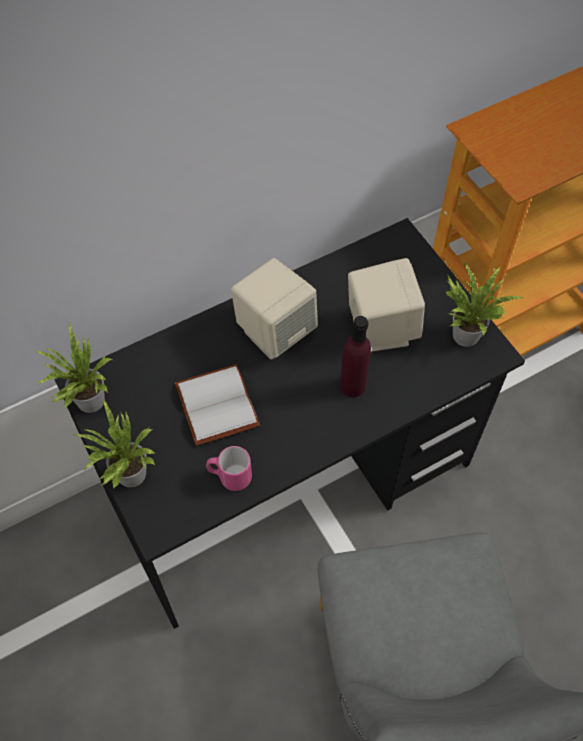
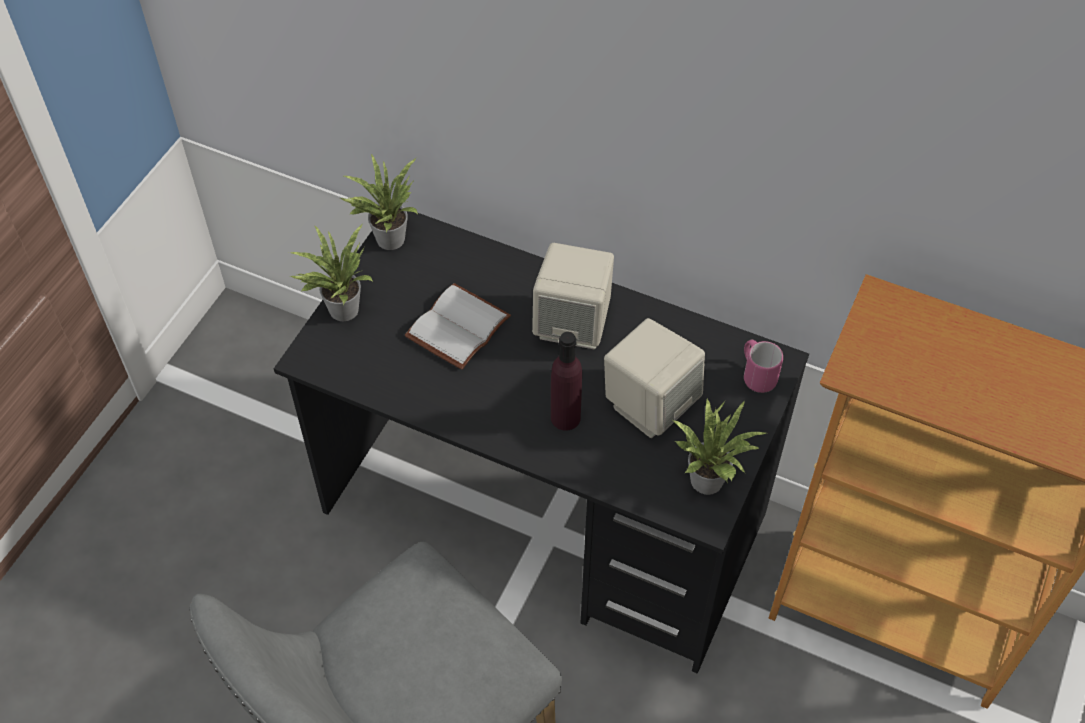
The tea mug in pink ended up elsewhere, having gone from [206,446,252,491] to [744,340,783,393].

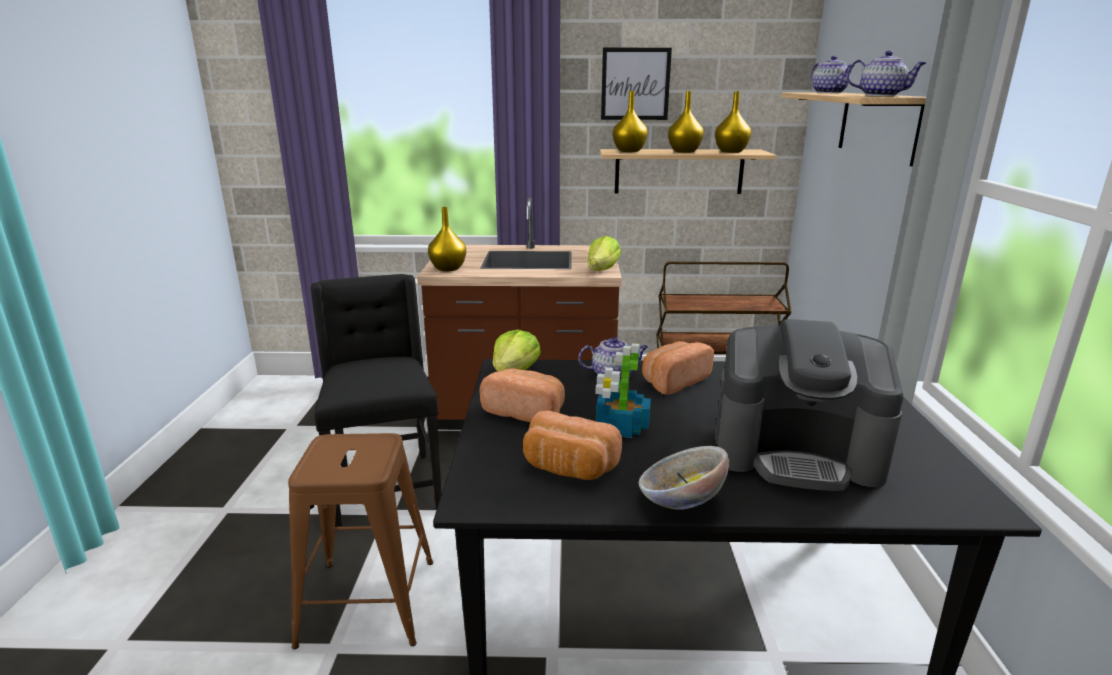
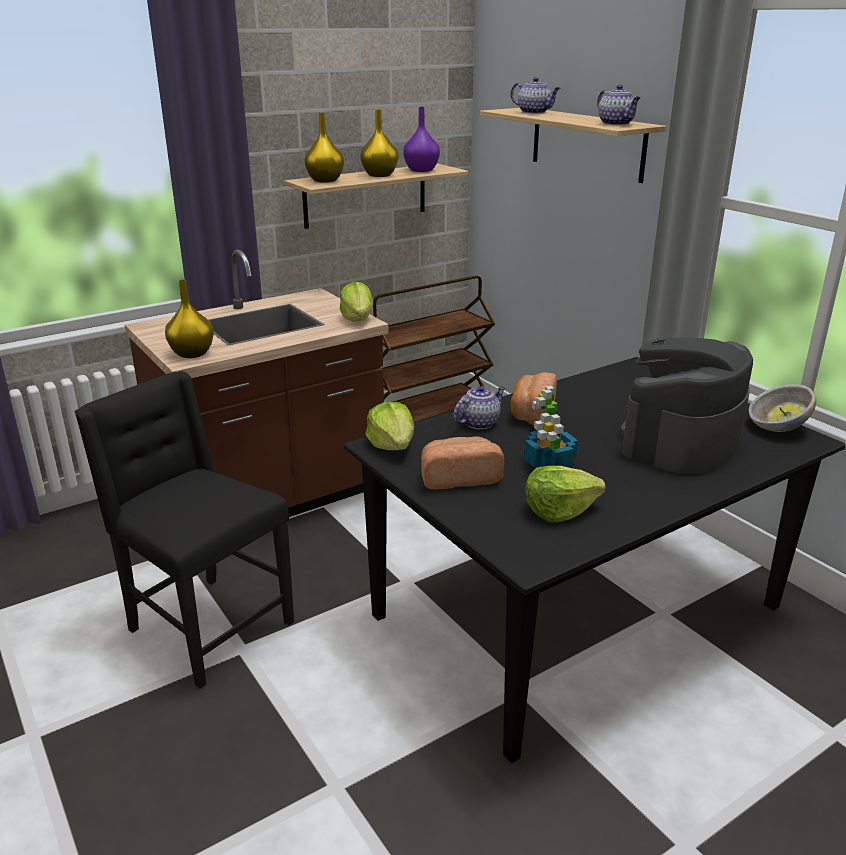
The second view lost the wall picture at [601,48,672,120]. The teapot at [847,51,926,96] ended up facing another way, 75 degrees clockwise from before. What was the vase in yellowish at [715,91,751,153] turned into the vase in purple-coloured at [403,107,440,172]. The coffee machine at [715,319,904,491] ended up facing another way, 150 degrees clockwise from before. Where the bread stood at [523,411,622,480], the head of lettuce came to stand at [525,466,606,522]. The second view lost the stool seat in brown-coloured at [288,433,433,649]. The serving bowl ended up elsewhere, having gone from [639,446,729,510] to [749,384,816,432].

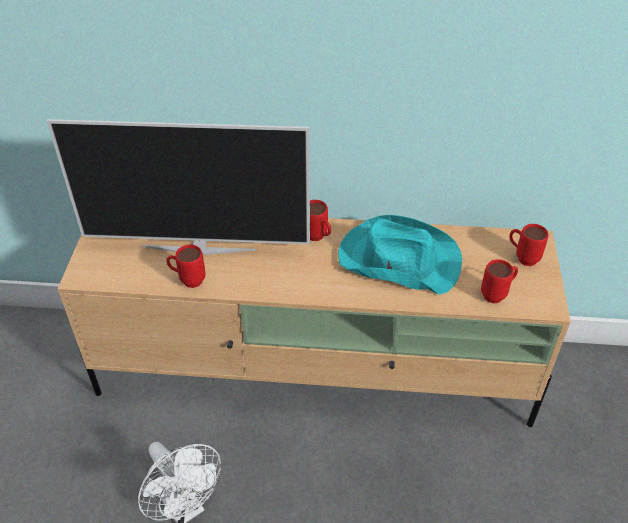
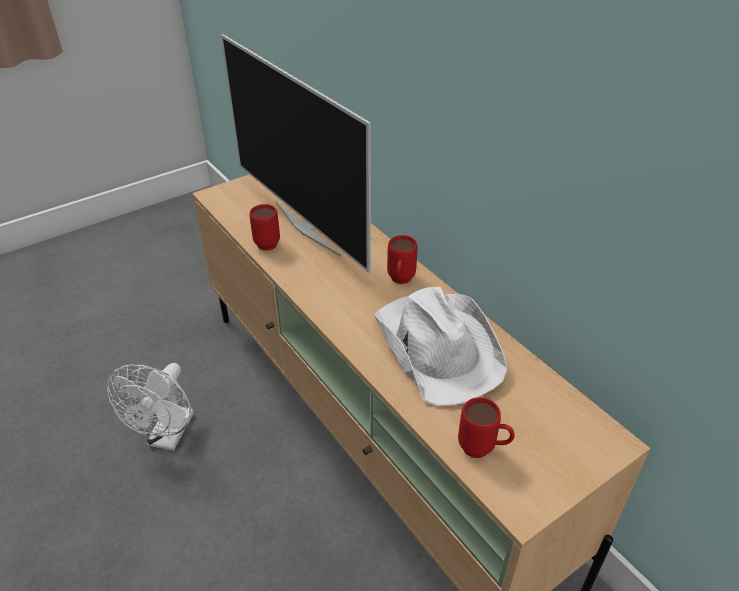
What was the wearable hat in turquoise at [338,215,462,295] turned into the wearable hat in whitish at [374,287,507,406]. The second view lost the tea mug in red-coloured at [509,224,548,266].

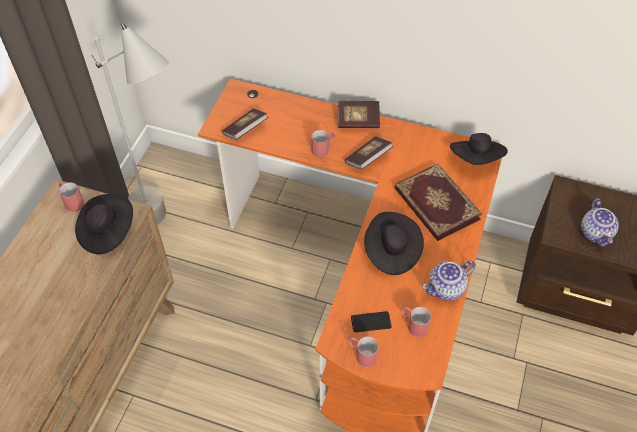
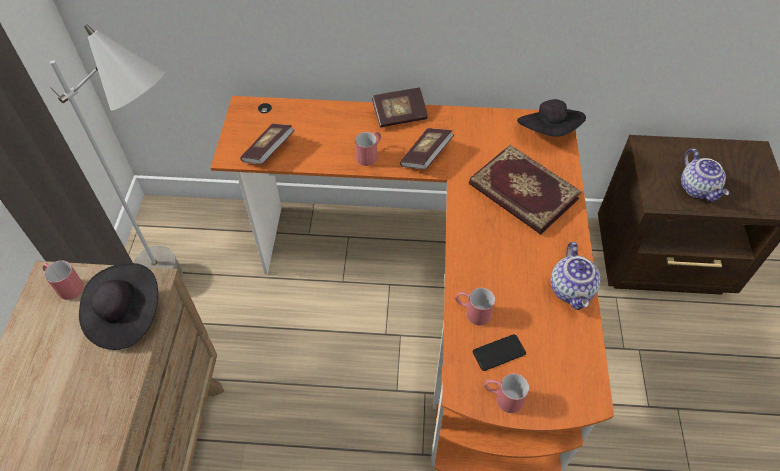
The second view lost the wearable hat in black-coloured at [364,212,424,275]. The teapot at [422,260,476,301] ended up facing another way, 45 degrees counterclockwise from before. The tea mug in red-coloured ended up elsewhere, having gone from [401,307,431,337] to [455,288,495,326].

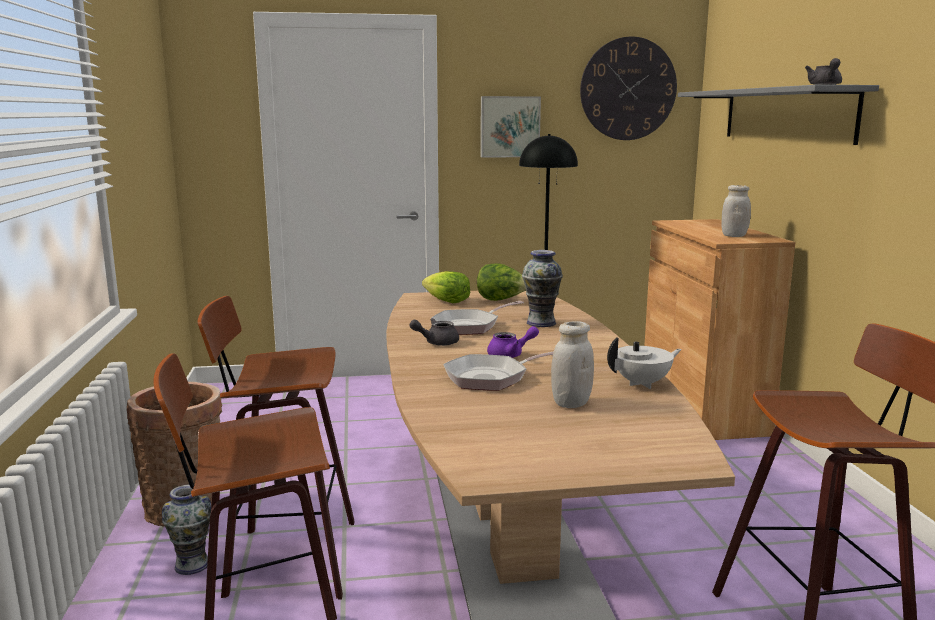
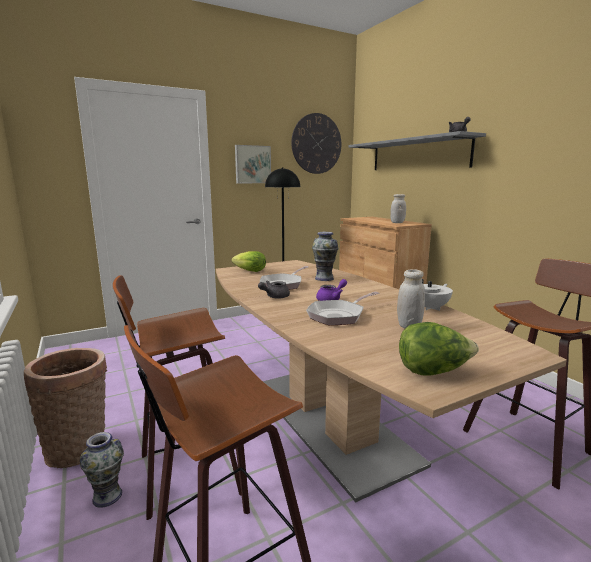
The head of lettuce ended up elsewhere, having gone from [477,263,526,301] to [399,322,479,376].

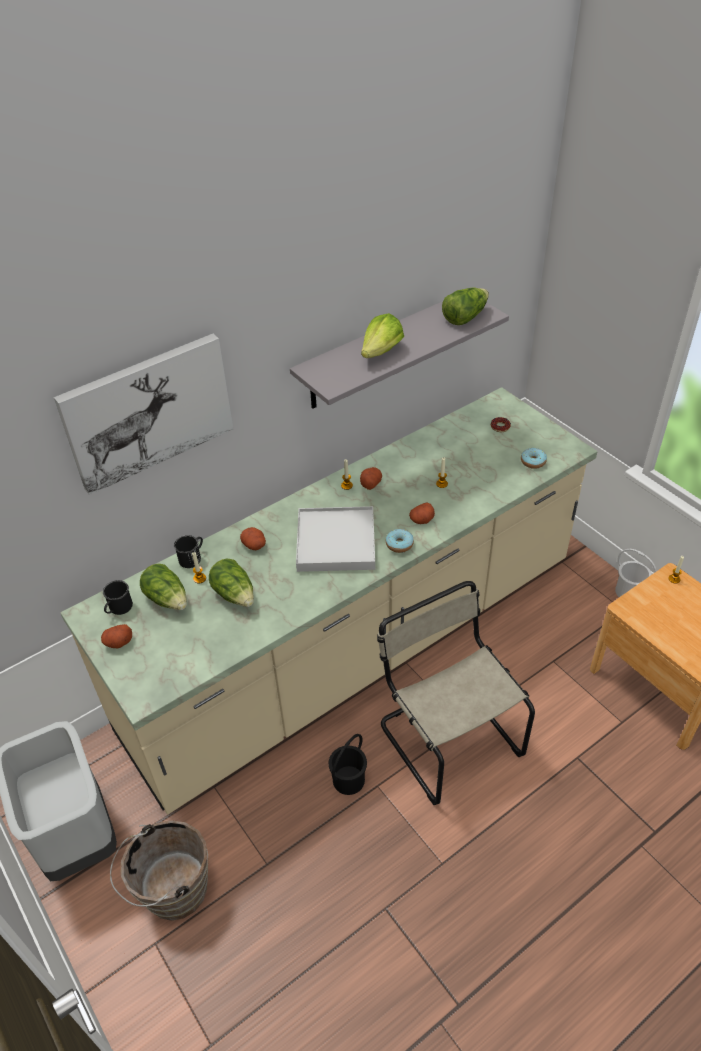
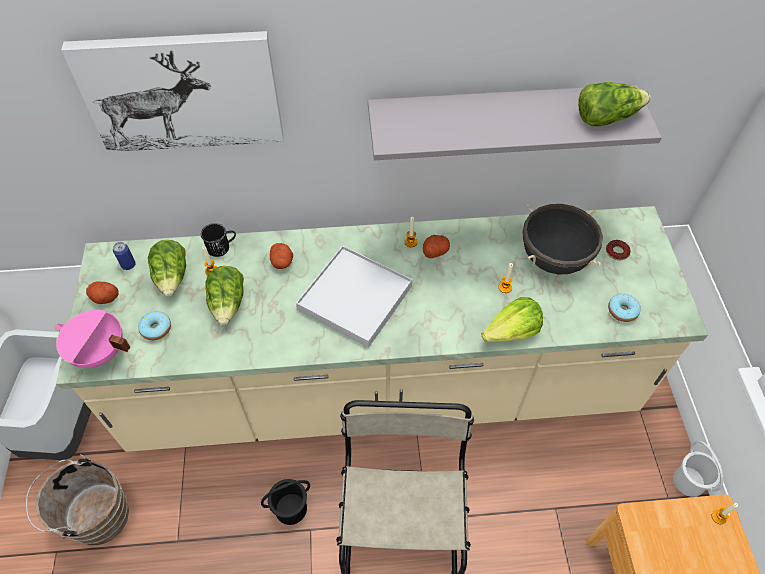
The head of lettuce ended up elsewhere, having gone from [361,313,404,358] to [481,297,543,342]. The second view lost the whole potato at [409,502,435,524]. The doughnut ended up elsewhere, having gone from [386,529,414,553] to [138,311,171,340]. Where the tea mug in black-coloured stood at [103,580,133,615], the sealed can came to stand at [113,242,136,270]. The second view gained the stockpot in black-coloured at [522,204,603,275]. The second view gained the stockpot in pink at [54,310,131,368].

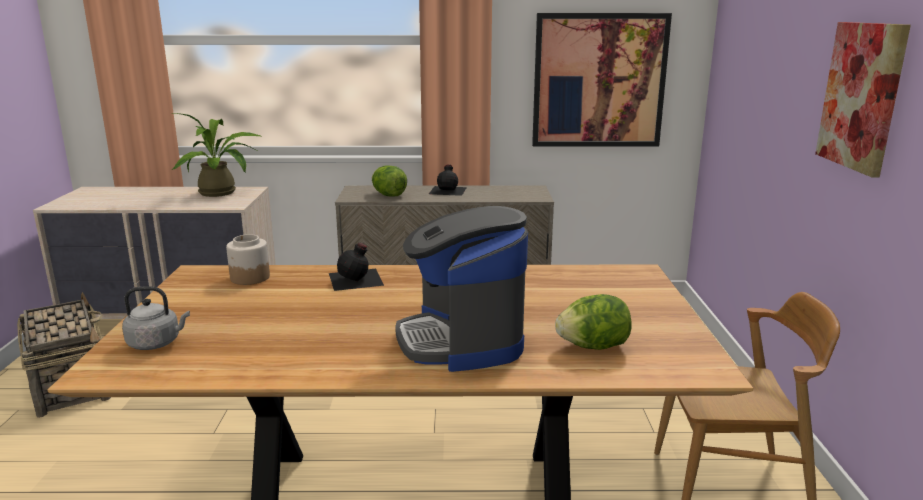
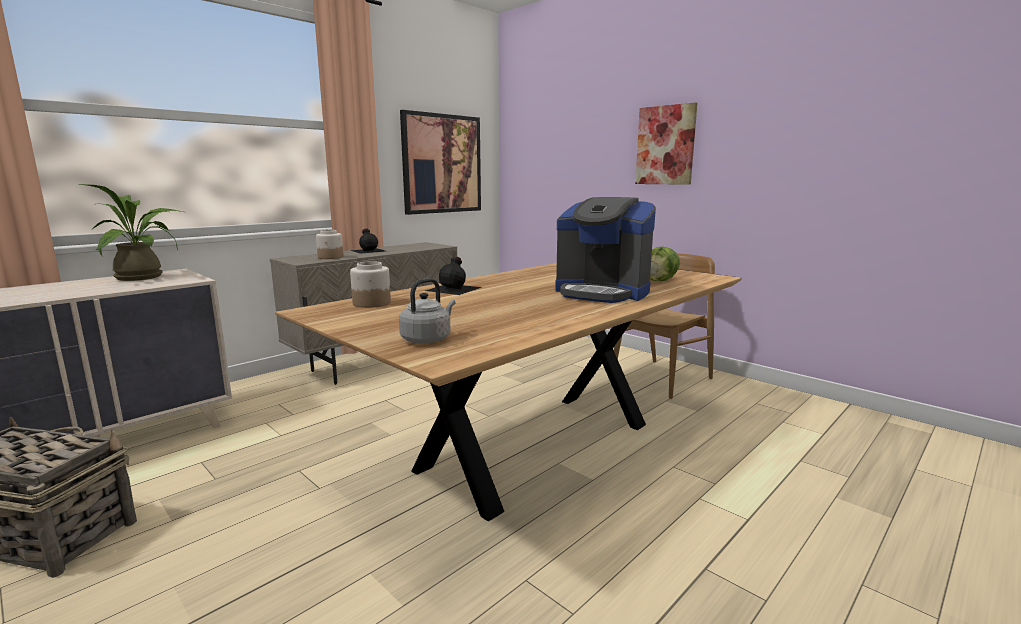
Where the head of lettuce stood at [372,165,407,196], the jar came to stand at [316,230,343,259].

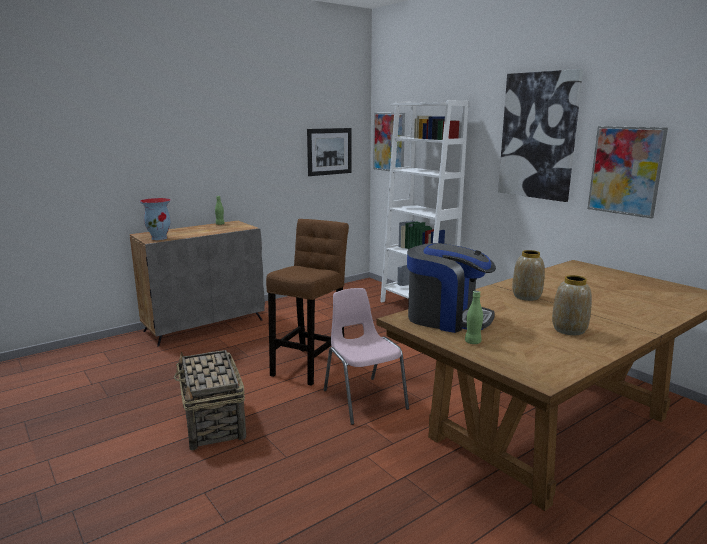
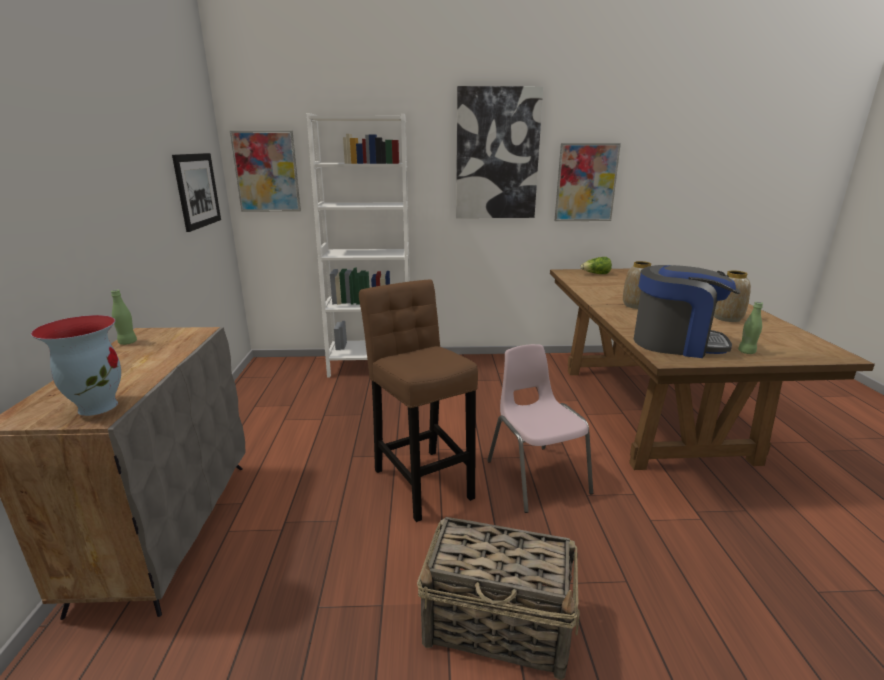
The coffee machine at [407,243,496,333] ended up facing another way, 45 degrees clockwise from before. The plain chair in pink at [324,288,409,425] ended up facing another way, 60 degrees clockwise from before. The second view gained the head of lettuce at [580,257,612,274].

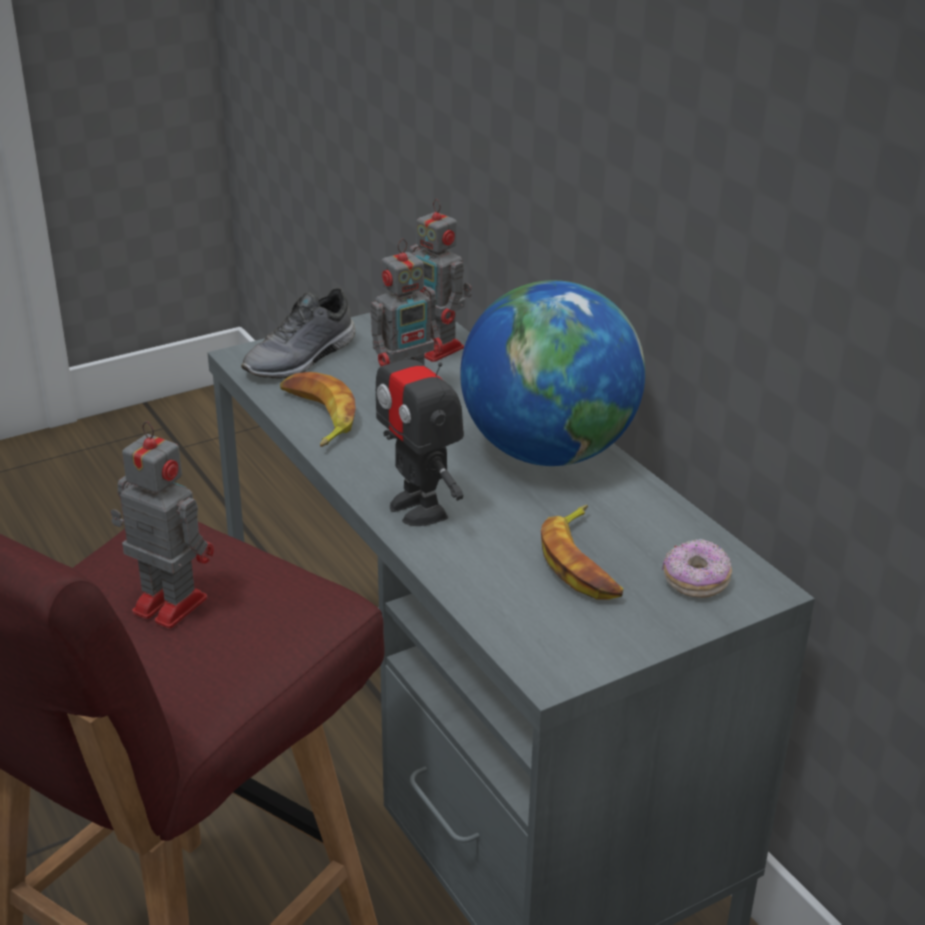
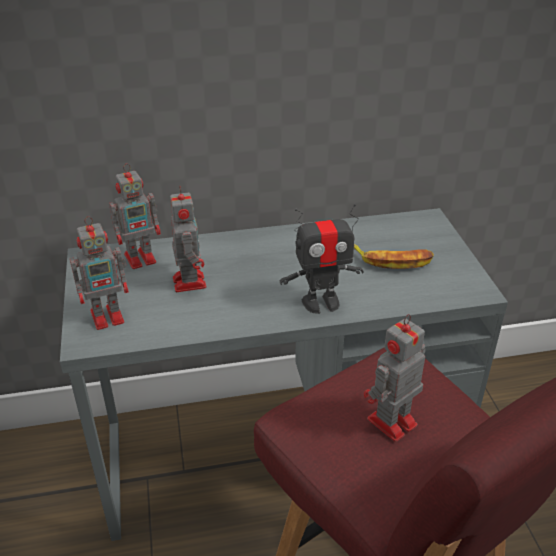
The second view lost the world globe at [460,280,645,466]. Where the shoe in grey stood at [241,288,355,379], the model robot came to stand at [70,216,129,330]. The second view lost the banana fruit at [280,372,356,447]. The second view lost the doughnut at [662,539,732,598].

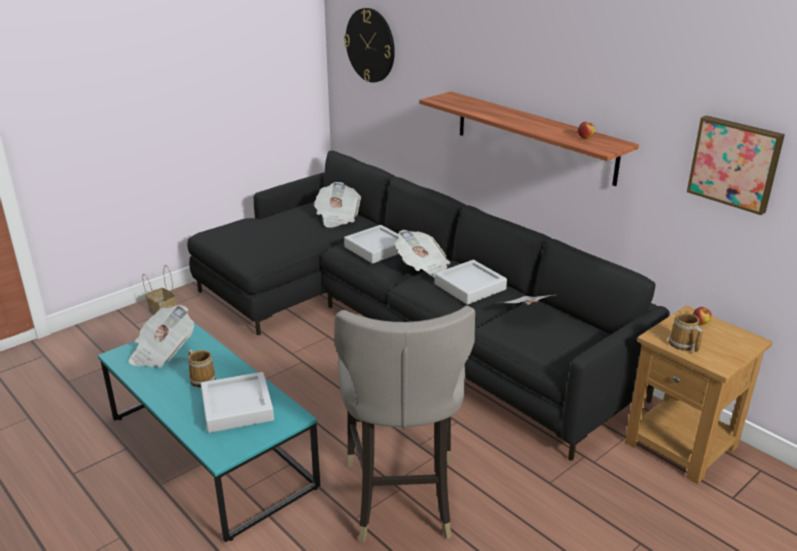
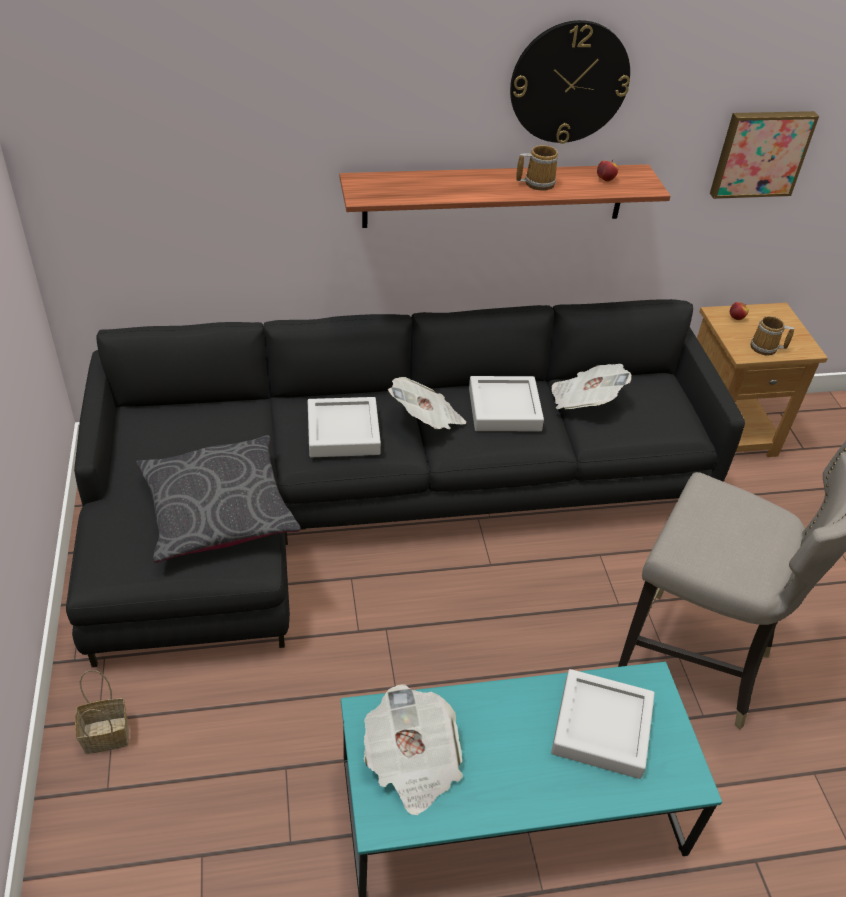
The hanging clock ended up elsewhere, having gone from [344,8,395,83] to [510,20,630,144]. The second view lost the printed paper at [314,182,361,228]. The tea mug ended up elsewhere, having gone from [188,349,216,387] to [516,145,558,191]. The second view gained the pillow in grey at [136,435,301,563].

